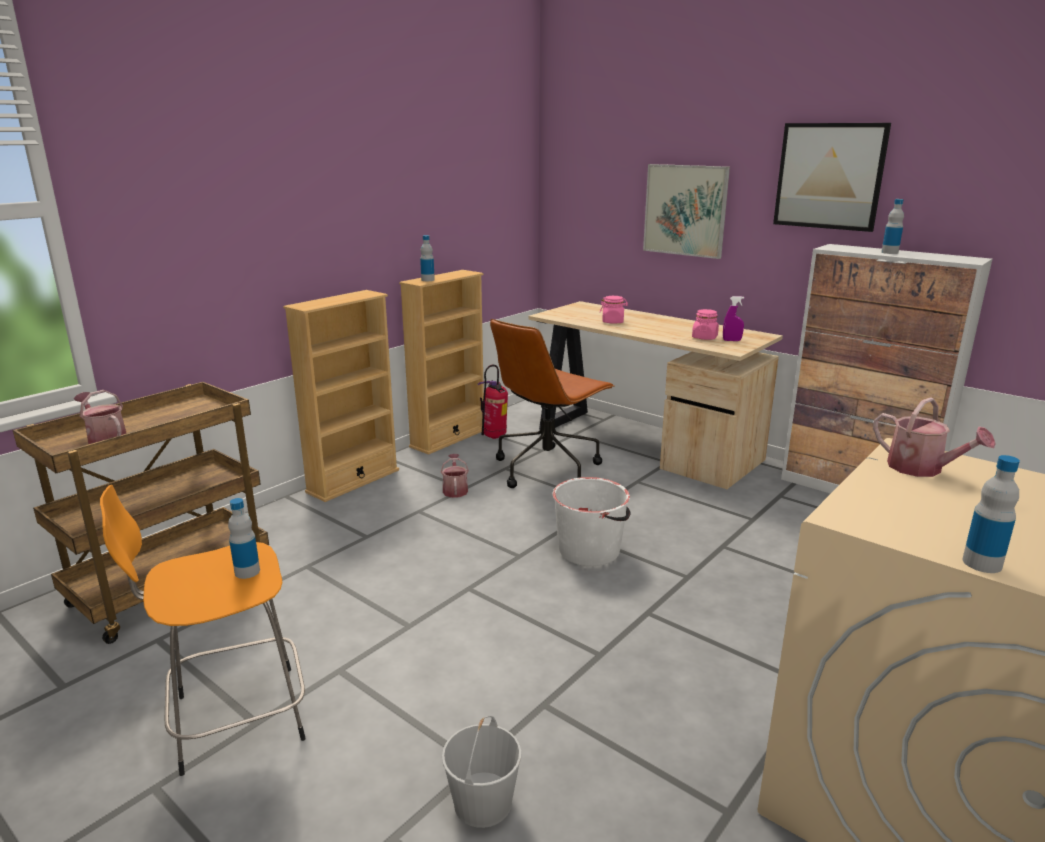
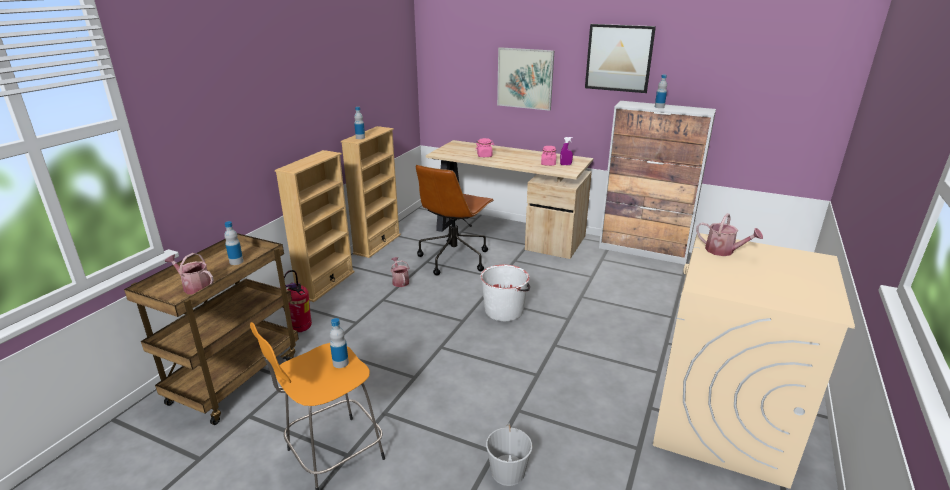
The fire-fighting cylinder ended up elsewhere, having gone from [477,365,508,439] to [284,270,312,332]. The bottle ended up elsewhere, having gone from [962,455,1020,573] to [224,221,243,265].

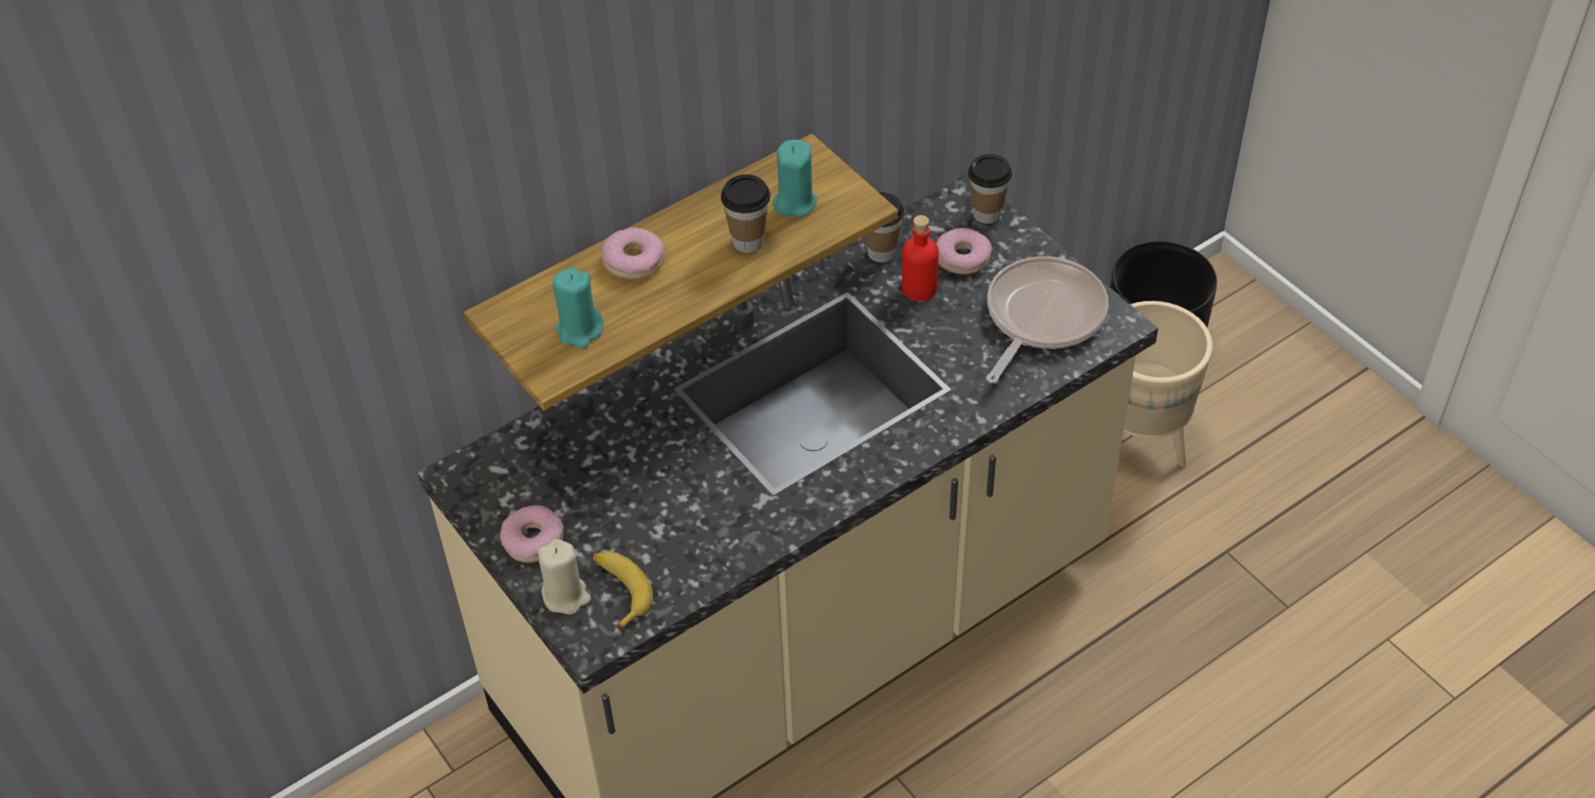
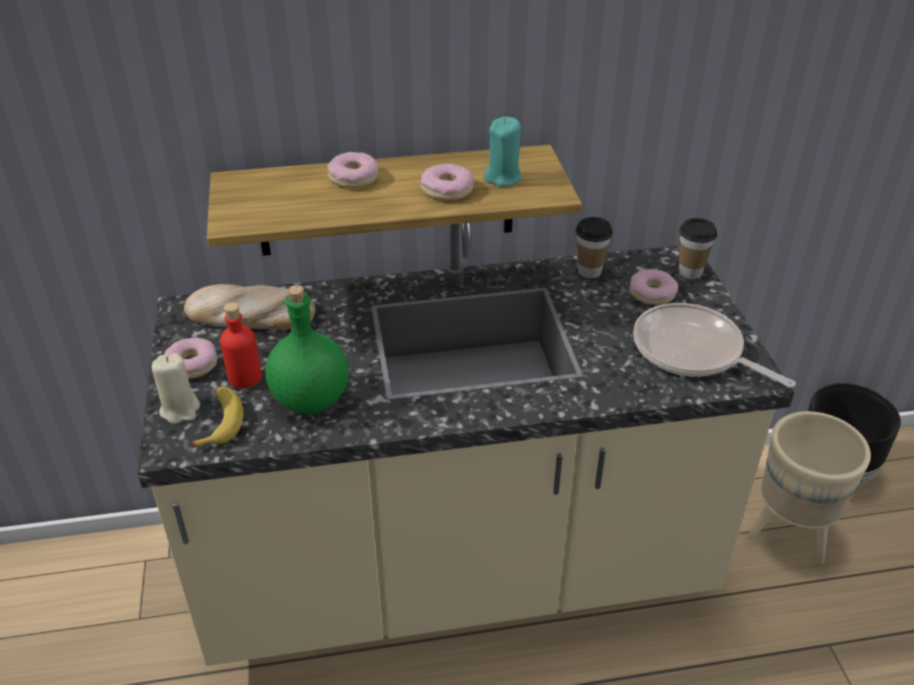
Where the drinking cup stood at [721,174,770,253], the doughnut came to stand at [421,163,474,201]. The bottle in red-coloured ended up elsewhere, having gone from [902,215,939,301] to [220,302,262,389]. The frying pan at [986,256,1109,383] ended up facing another way, 105 degrees counterclockwise from before. The second view lost the wax candle in turquoise at [553,267,603,349]. The second view gained the bread at [184,284,316,330]. The second view gained the bottle in greenish at [265,285,349,414].

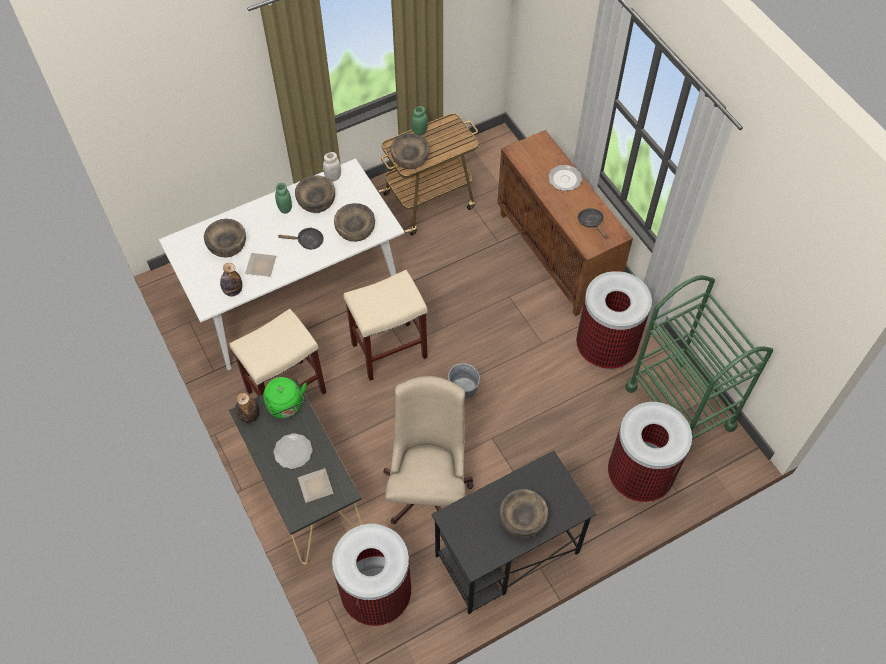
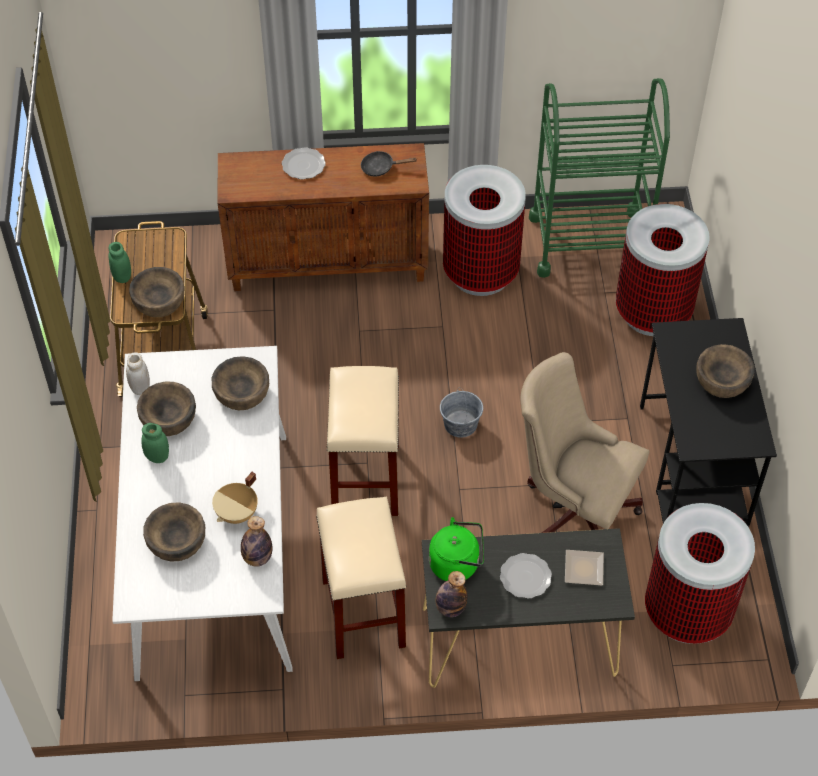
The second view lost the frying pan in black-coloured at [278,228,324,249]. Where the dinner plate stood at [245,253,276,277], the stockpot in sand-coloured came to stand at [212,472,258,524].

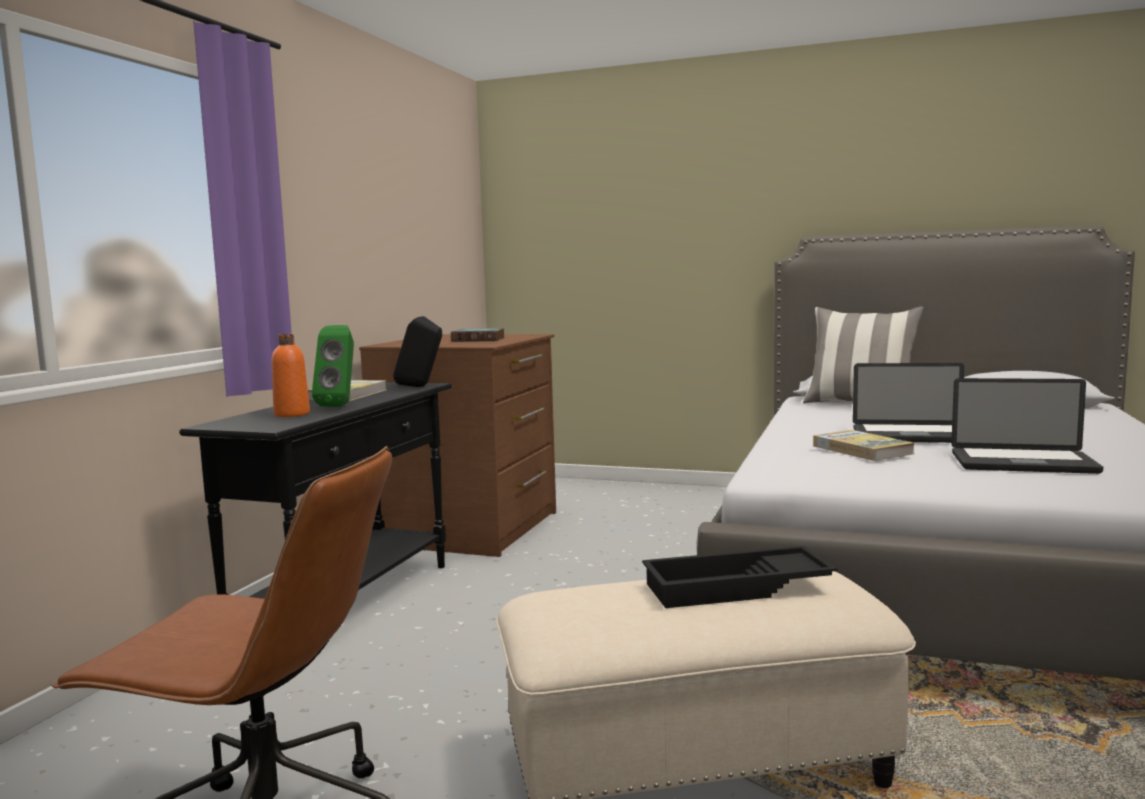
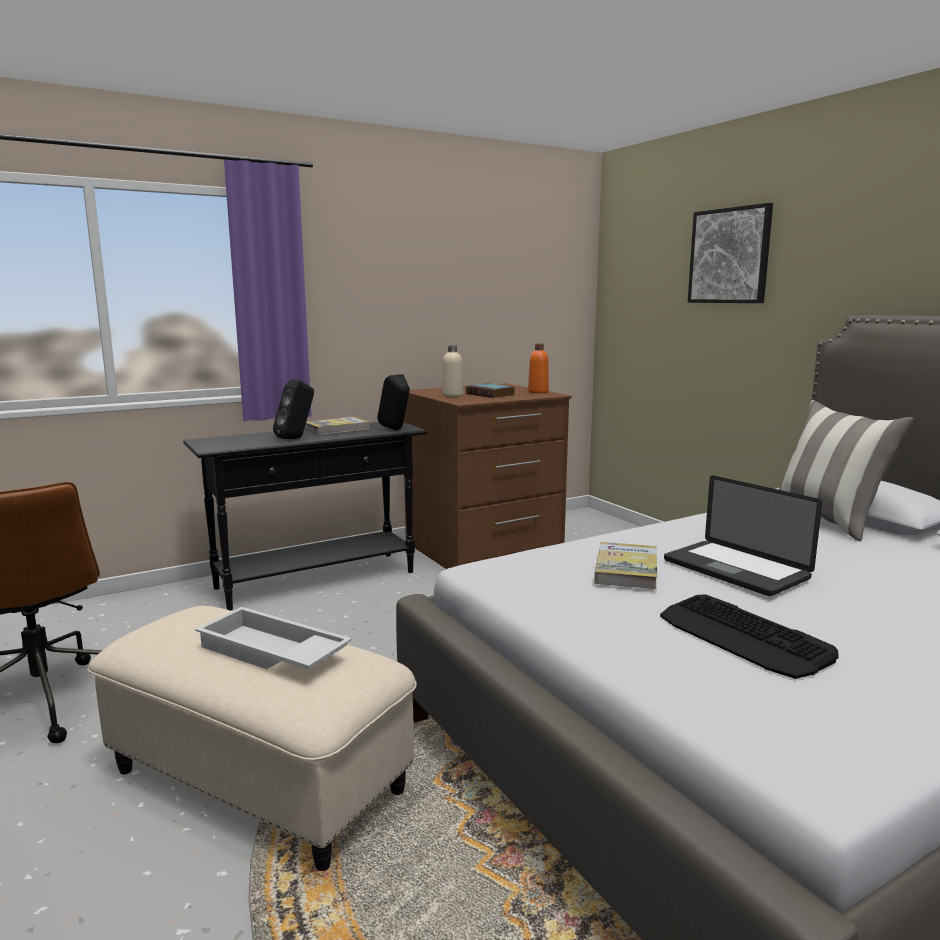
What was the speaker in greenish at [312,325,354,407] turned into the speaker in black-coloured at [273,379,314,439]. The bottle in orange-coloured ended up elsewhere, having gone from [271,334,310,417] to [528,344,549,393]. Where the laptop stood at [951,378,1103,474], the PC keyboard came to stand at [660,594,839,679]. What was the serving tray in black-coloured at [642,546,838,608] turned into the serving tray in whitish at [195,607,352,670]. The second view gained the wall picture at [688,203,773,303]. The second view gained the bottle in sand-coloured at [442,345,463,397].

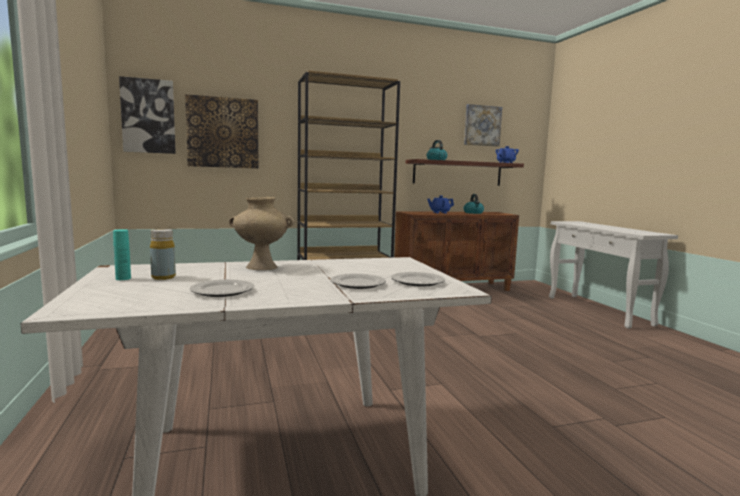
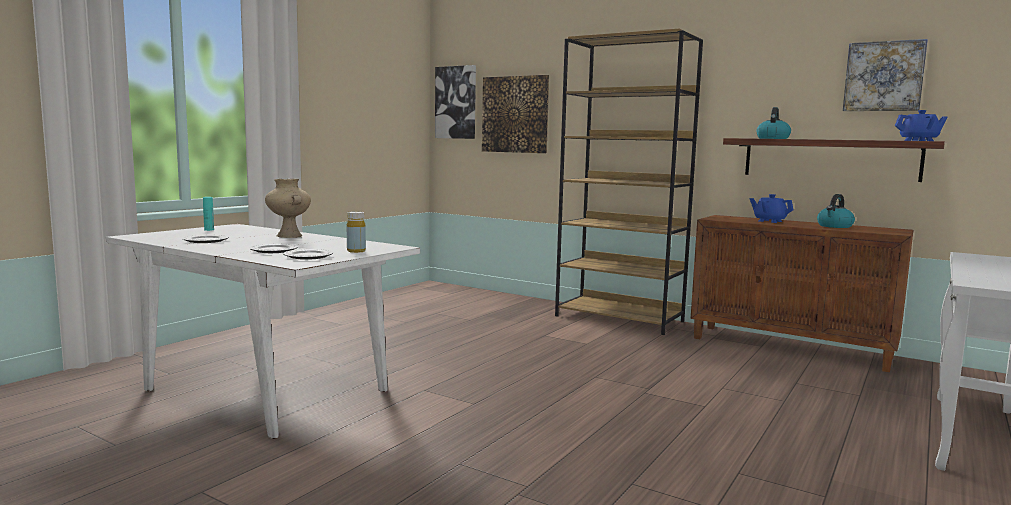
The bottle in yellowish ended up elsewhere, having gone from [150,229,176,280] to [347,211,366,253].

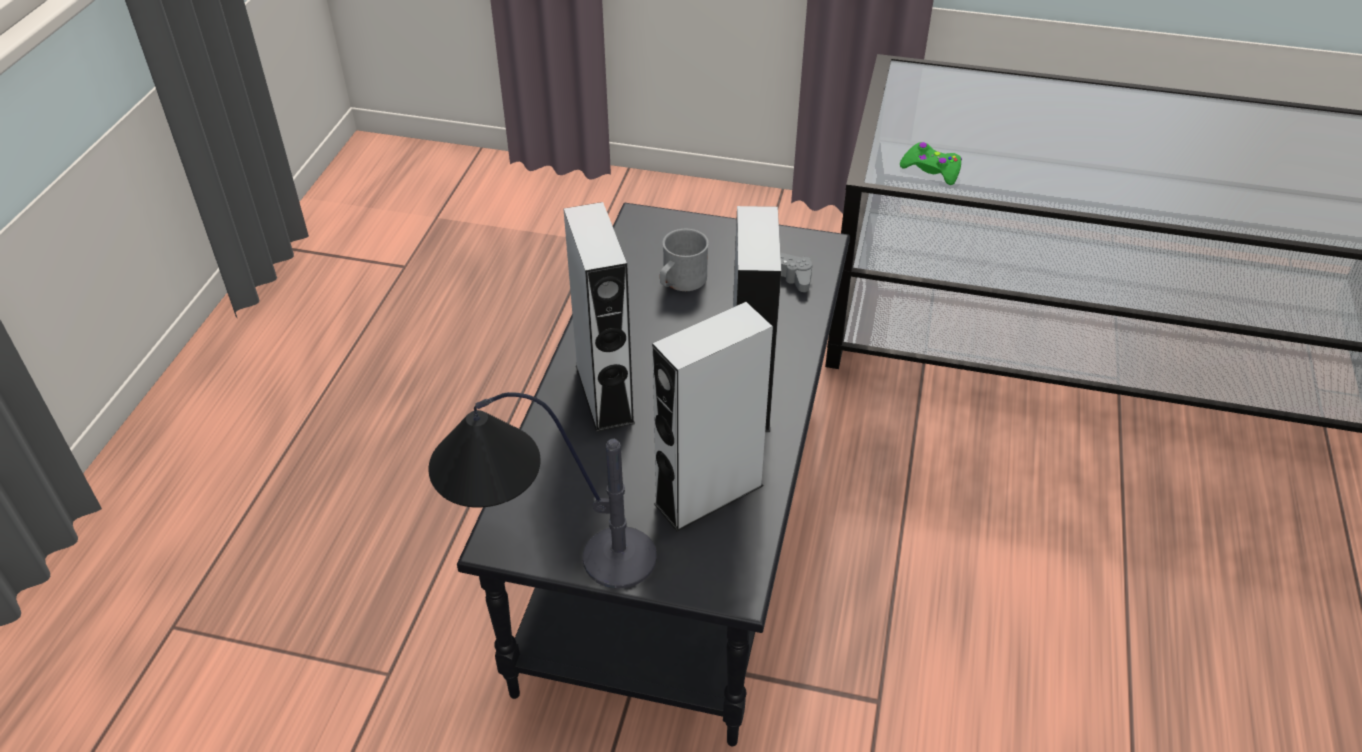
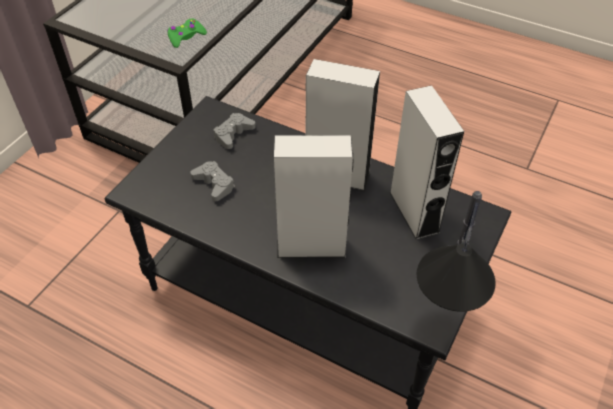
Where the tea mug in grey stood at [660,229,709,291], the gamepad in grey came to stand at [190,161,235,201].

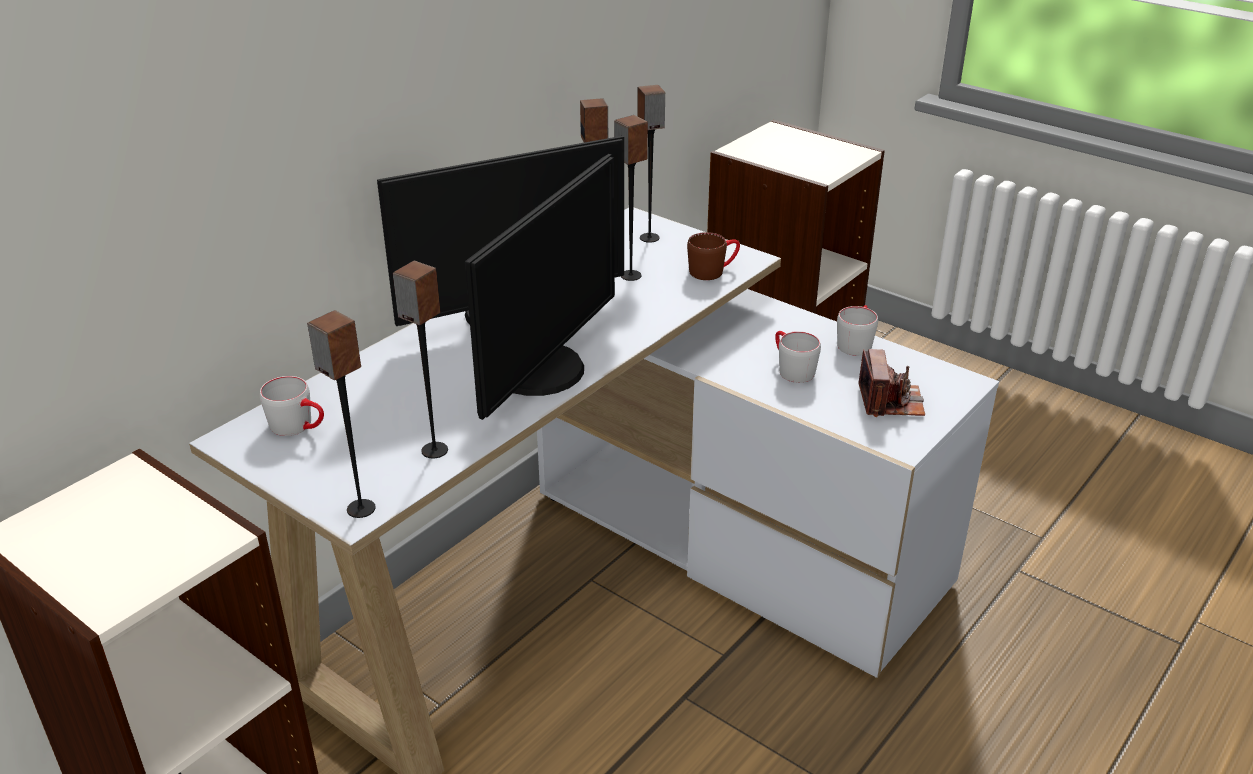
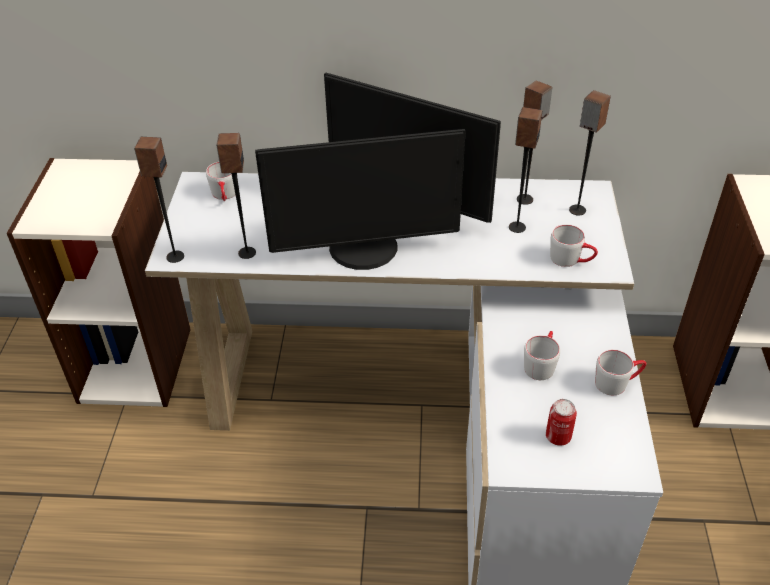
What was the tea mug in brown-coloured at [687,232,740,280] turned into the tea mug in grey at [550,224,598,267]. Where the photo camera stood at [858,349,925,417], the sealed can came to stand at [546,399,577,446].

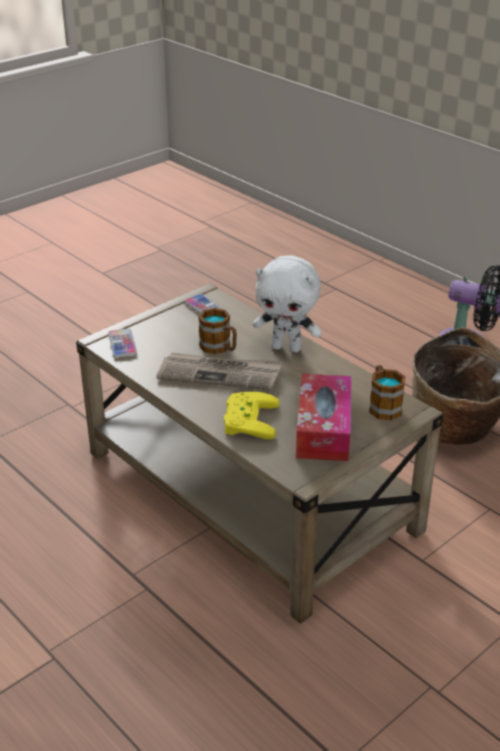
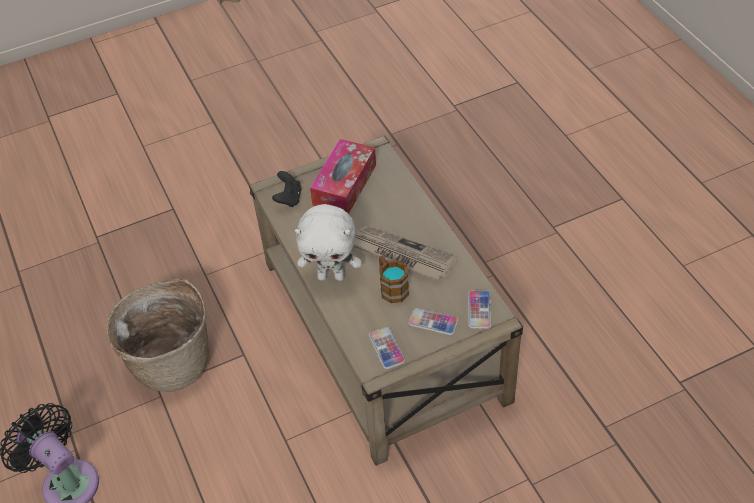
The soft toy in whitish at [253,255,321,352] ended up facing another way, 150 degrees clockwise from before. Where the tea mug stood at [369,365,405,420], the gamepad in black-coloured came to stand at [272,171,302,207]. The second view lost the gamepad in yellowish at [224,392,279,439]. The second view gained the telephone at [408,308,458,335].

